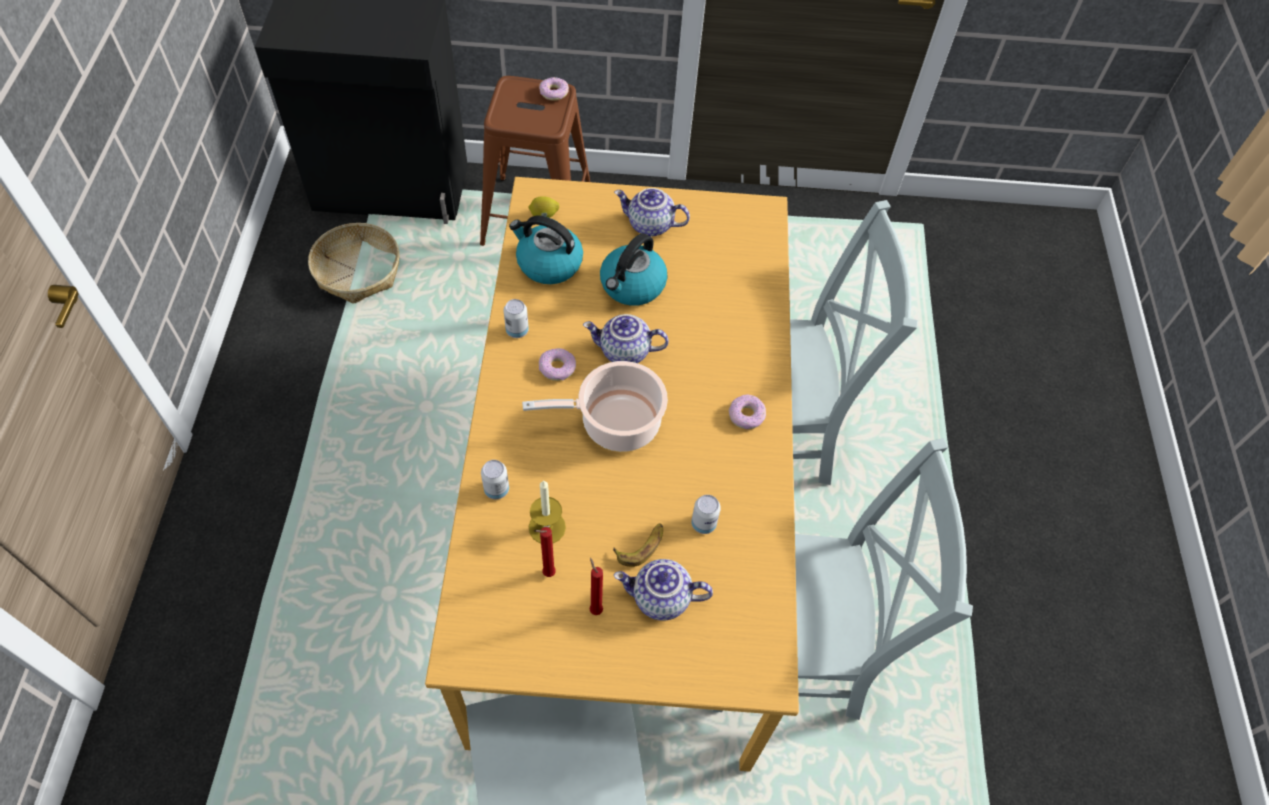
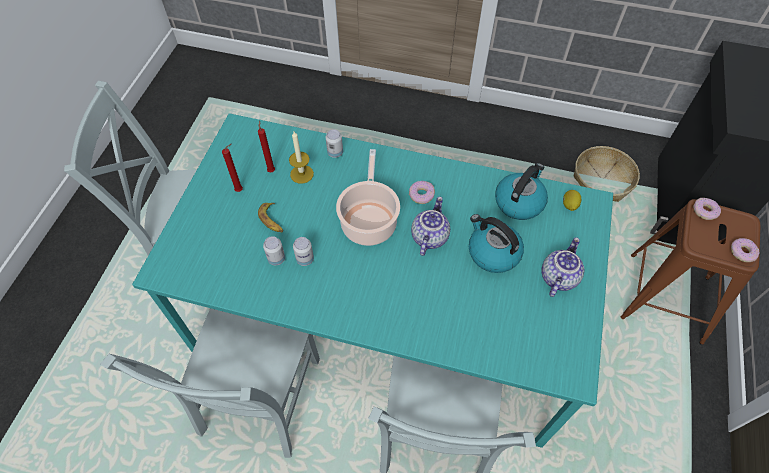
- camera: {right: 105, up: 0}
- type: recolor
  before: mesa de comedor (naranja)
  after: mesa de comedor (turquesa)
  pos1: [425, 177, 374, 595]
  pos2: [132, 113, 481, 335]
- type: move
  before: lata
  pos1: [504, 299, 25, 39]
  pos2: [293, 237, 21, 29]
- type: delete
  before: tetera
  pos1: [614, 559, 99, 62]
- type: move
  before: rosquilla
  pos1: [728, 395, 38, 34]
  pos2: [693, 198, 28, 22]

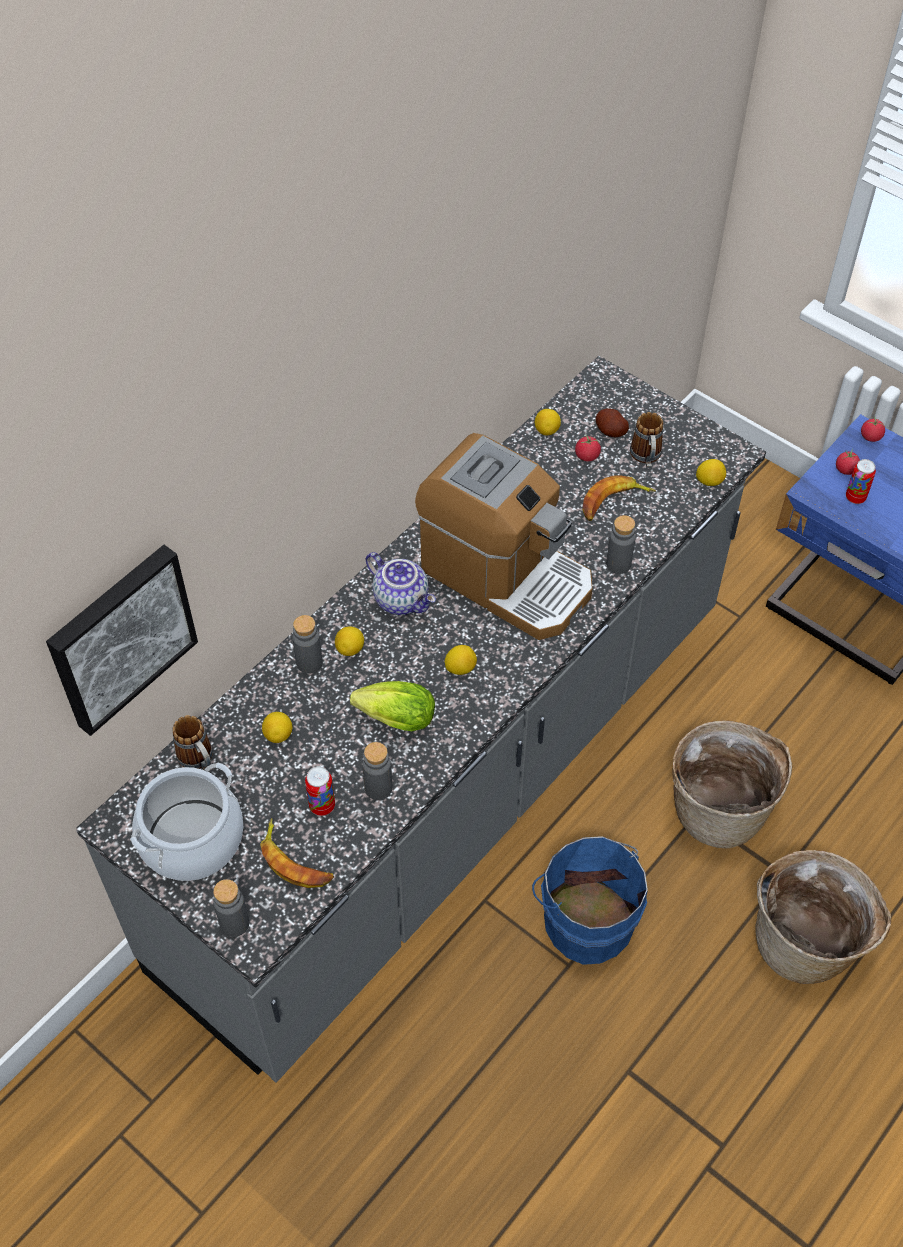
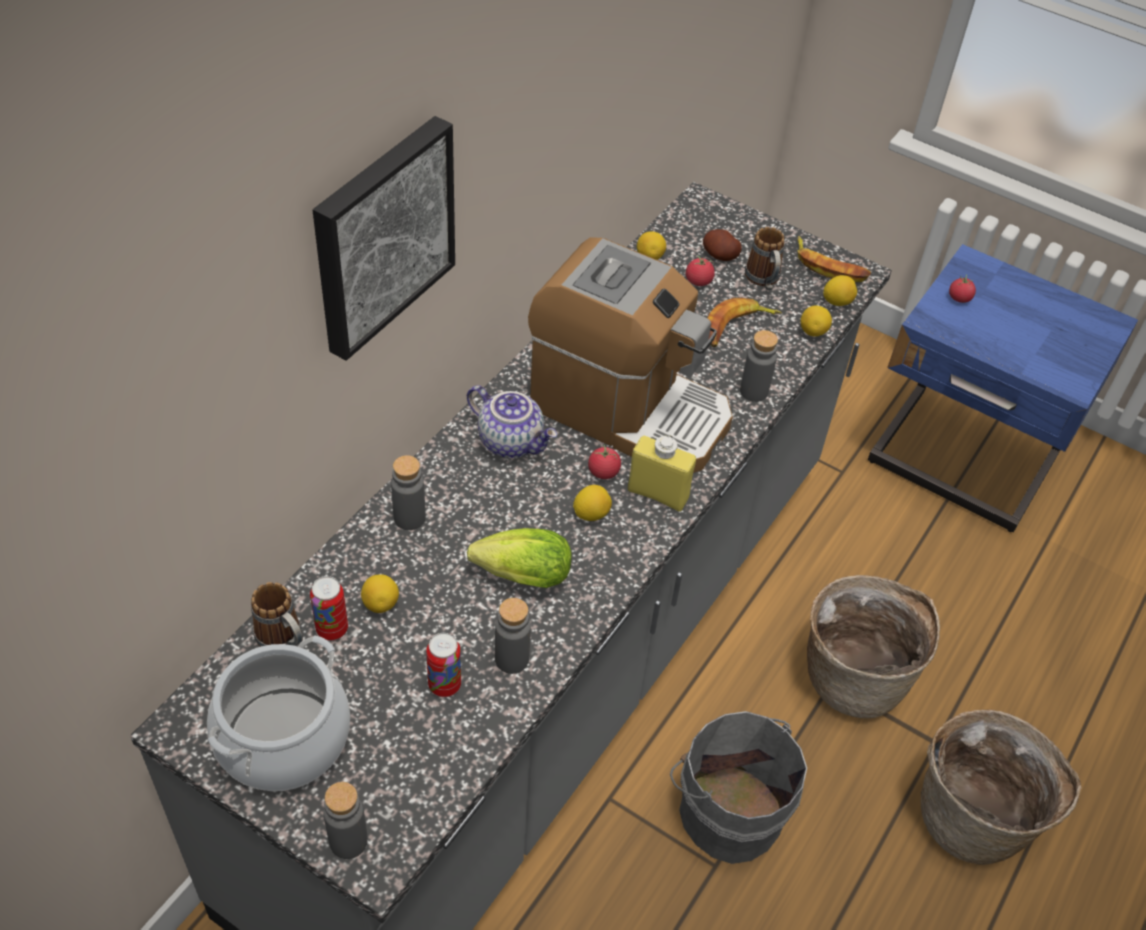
- camera: {right: -10, up: -5}
- type: move
  before: cuadro
  pos1: [46, 545, 152, 191]
  pos2: [313, 116, 142, 245]
- type: move
  before: plátano
  pos1: [260, 818, 74, 70]
  pos2: [798, 236, 73, 46]
- type: move
  before: limón
  pos1: [335, 626, 29, 30]
  pos2: [801, 305, 31, 31]
- type: recolor
  before: cubo (azul)
  after: cubo (gris)
  pos1: [532, 836, 116, 129]
  pos2: [670, 711, 137, 153]
- type: move
  before: lata
  pos1: [846, 459, 30, 45]
  pos2: [310, 576, 38, 65]
- type: move
  before: tomate
  pos1: [861, 417, 24, 25]
  pos2: [588, 445, 33, 34]
- type: insert
  after: botella (amarillo)
  pos2: [628, 436, 68, 76]

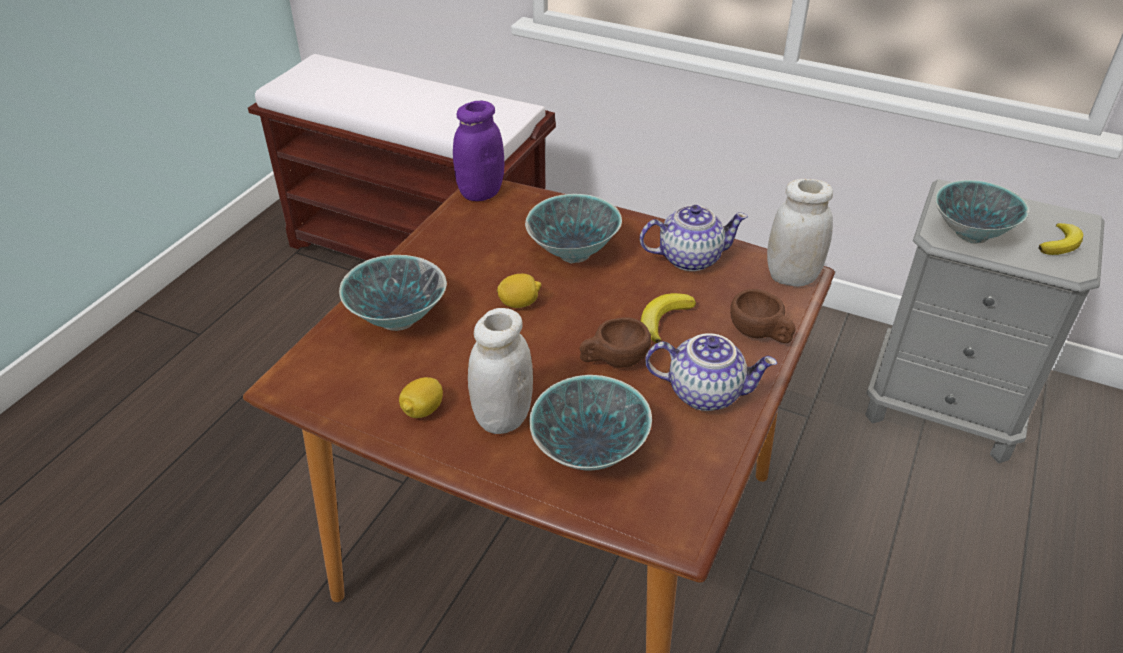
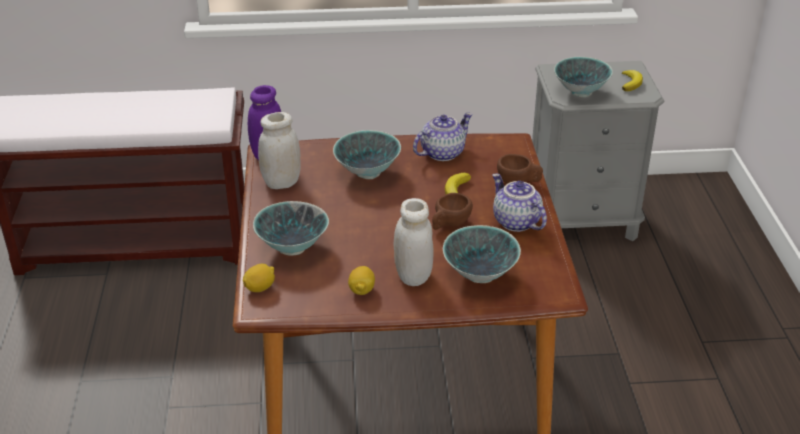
- camera: {right: -30, up: -5}
- type: move
  before: limón
  pos1: [497, 274, 44, 34]
  pos2: [243, 264, 32, 28]
- type: rotate
  before: tetera
  pos1: [645, 333, 132, 78]
  pos2: [492, 174, 55, 58]
  turn: -105
- type: move
  before: tarro (blanco)
  pos1: [767, 179, 66, 108]
  pos2: [258, 112, 43, 77]

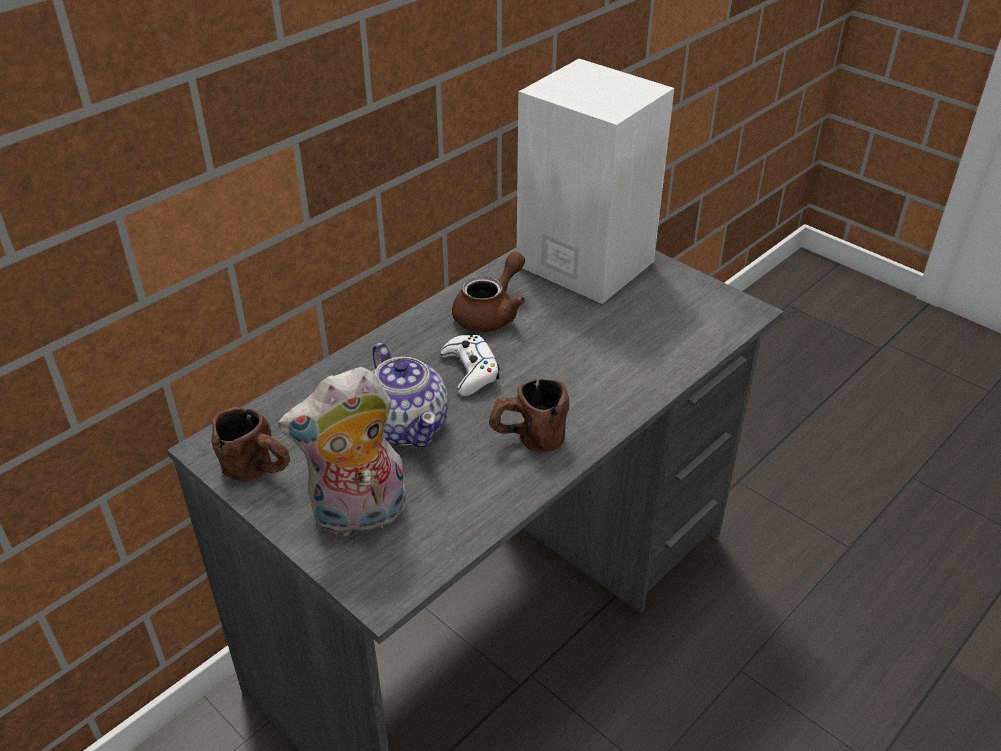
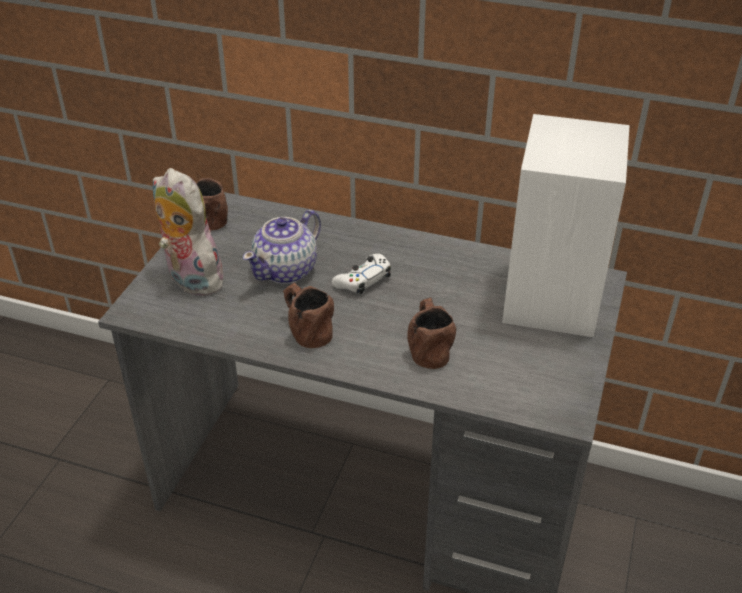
- camera: {right: 65, up: 0}
- type: delete
  before: tetera (marrón)
  pos1: [452, 251, 73, 81]
- type: insert
  after: taza grande (marrón)
  pos2: [407, 297, 49, 72]

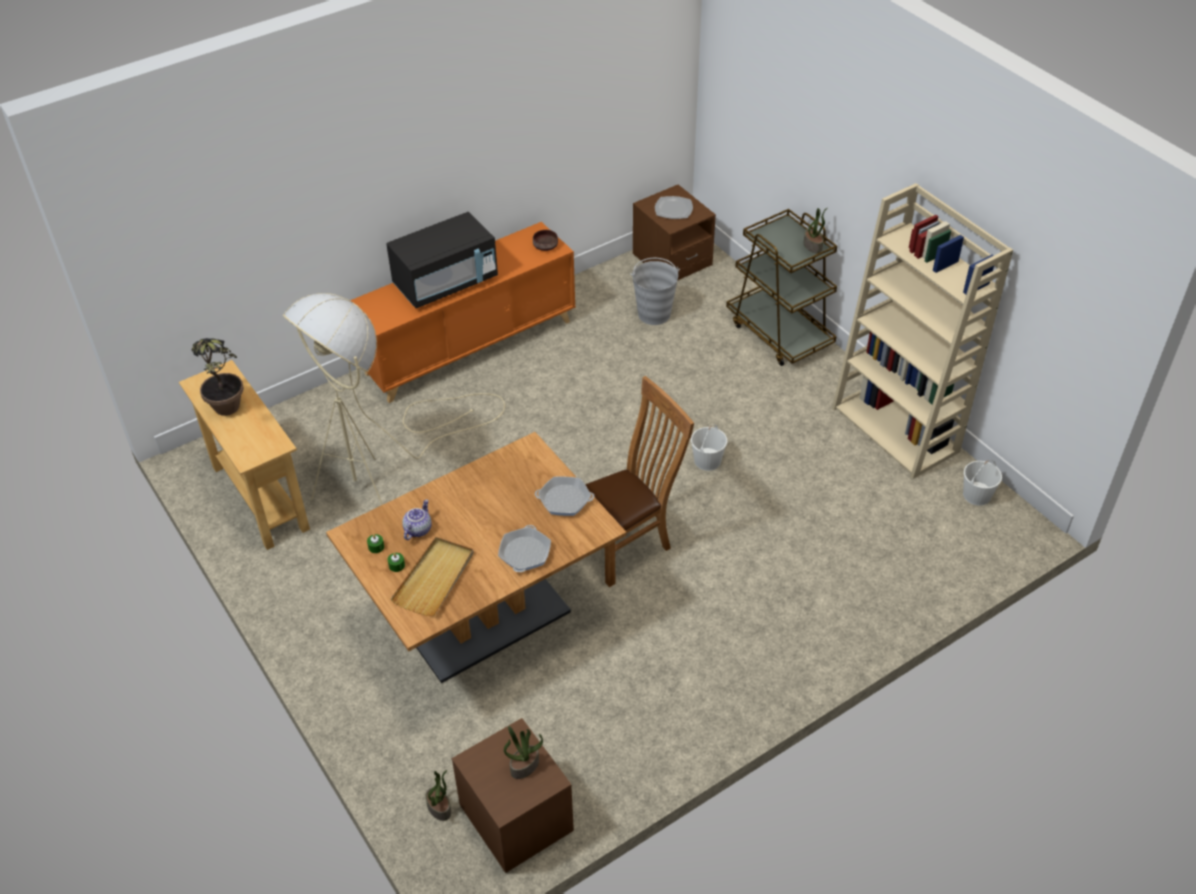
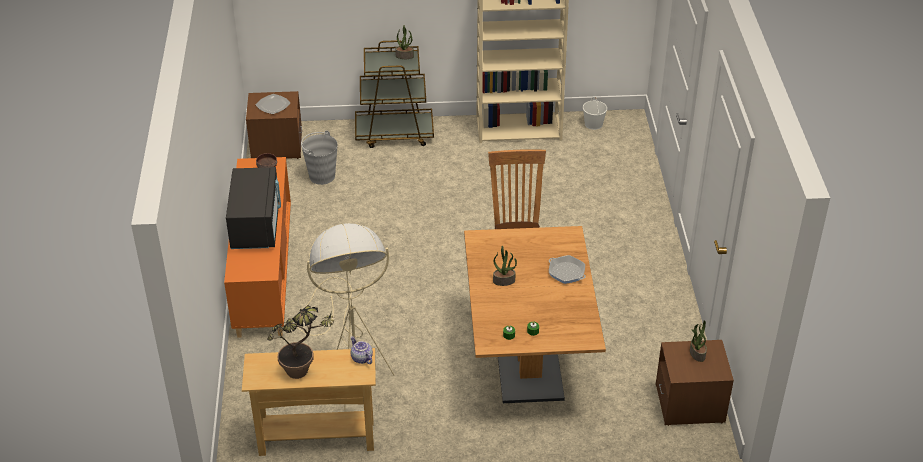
- camera: {right: -60, up: -5}
- type: delete
  before: bandeja (beis)
  pos1: [391, 537, 82, 79]
- type: move
  before: tetera
  pos1: [402, 499, 30, 41]
  pos2: [351, 336, 22, 28]
- type: move
  before: planta en maceta
  pos1: [426, 770, 25, 51]
  pos2: [493, 246, 24, 40]
- type: delete
  before: sartén
  pos1: [535, 476, 59, 40]
- type: delete
  before: cubo (blanco)
  pos1: [691, 425, 36, 46]

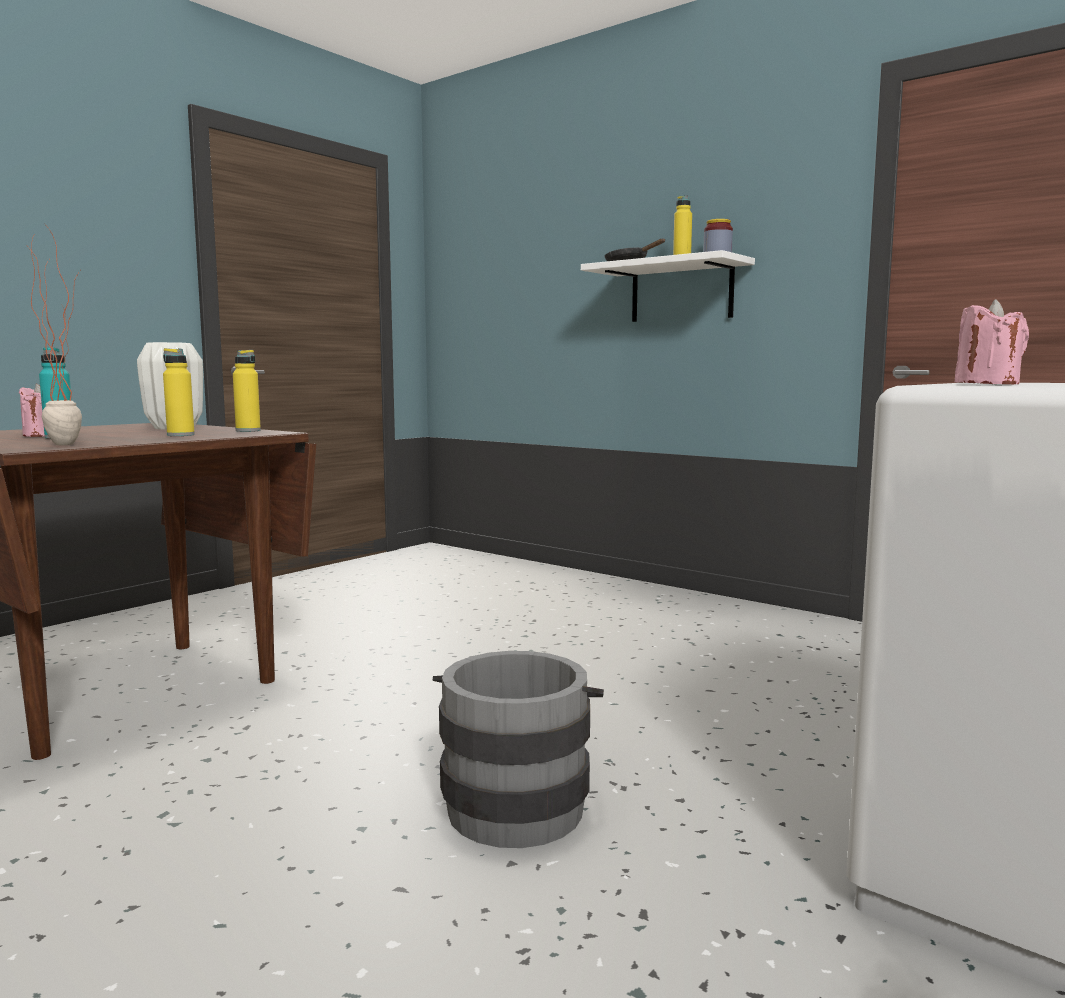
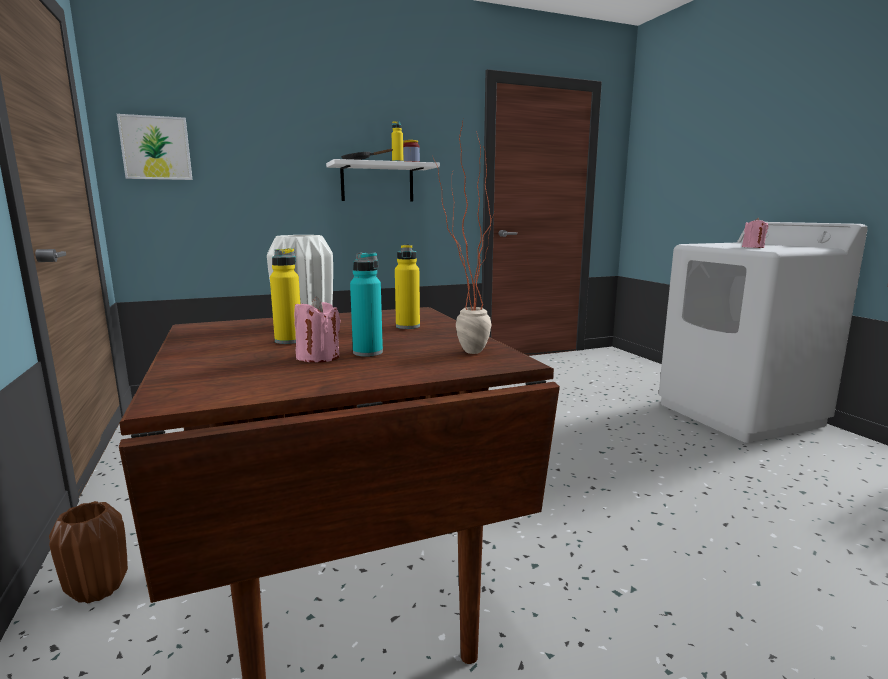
- camera: {right: -60, up: 5}
- type: move
  before: botella (amarillo)
  pos1: [233, 350, 28, 82]
  pos2: [270, 248, 30, 96]
- type: delete
  before: cubo (gris)
  pos1: [432, 651, 172, 197]
- type: insert
  after: florero (marrón)
  pos2: [49, 501, 79, 102]
- type: insert
  after: cuadro
  pos2: [117, 114, 75, 66]

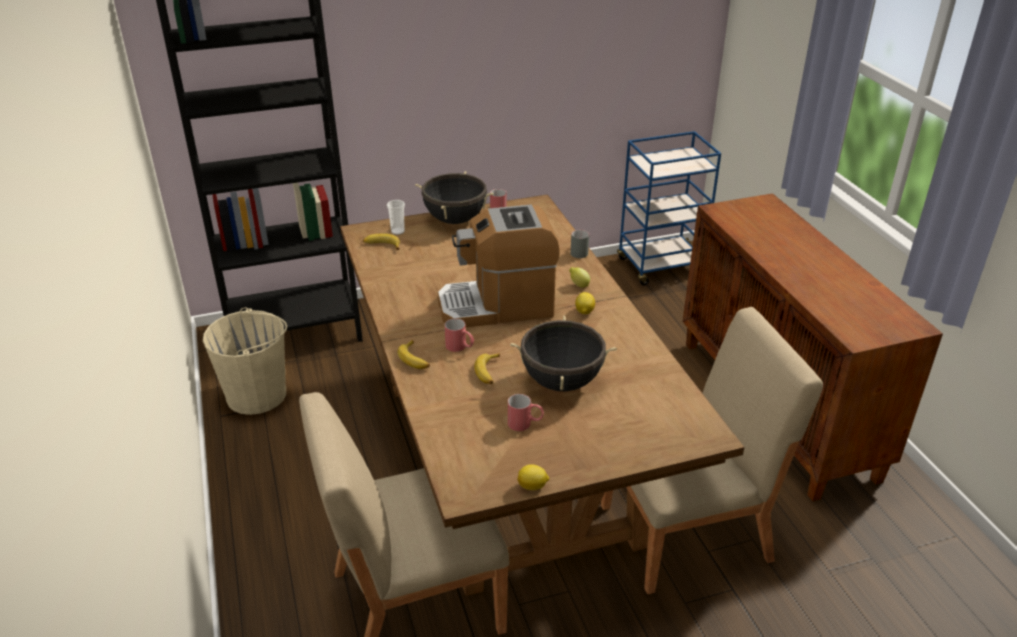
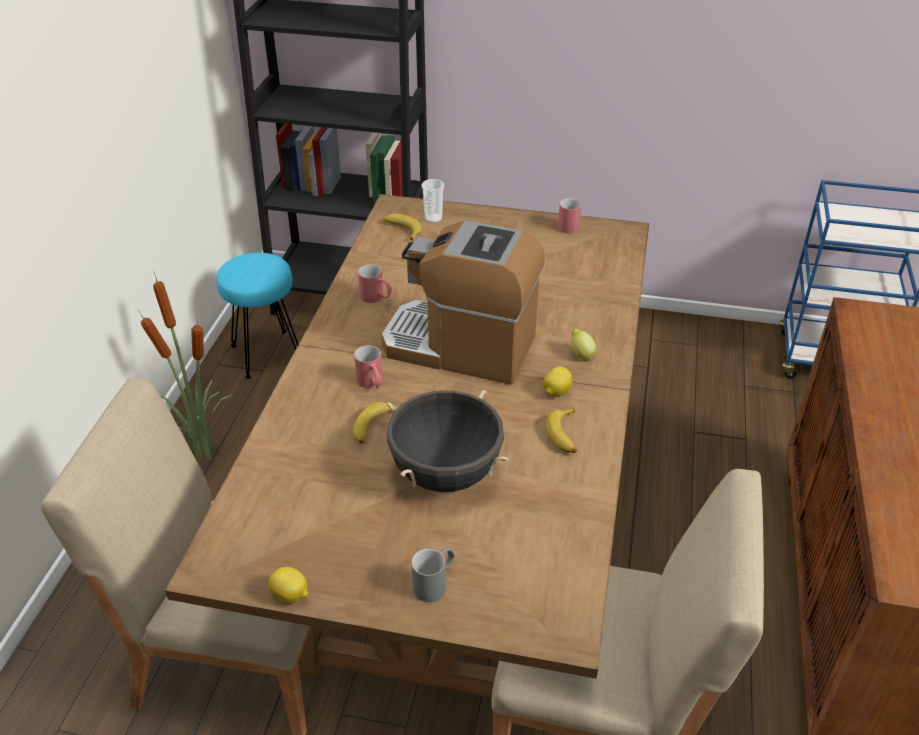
- camera: {right: 30, up: 5}
- type: replace
  before: cubo (beis)
  after: taburete (turquesa)
  pos1: [203, 307, 84, 108]
  pos2: [216, 253, 83, 126]
- type: move
  before: plátano
  pos1: [397, 340, 33, 29]
  pos2: [546, 407, 31, 46]
- type: delete
  before: olla (negro)
  pos1: [415, 171, 79, 53]
- type: move
  before: taza grande (rojo)
  pos1: [508, 394, 36, 37]
  pos2: [358, 265, 34, 38]
- type: move
  before: taza grande (gris)
  pos1: [571, 229, 18, 29]
  pos2: [411, 548, 44, 54]
- type: insert
  after: planta en maceta
  pos2: [138, 269, 94, 192]

